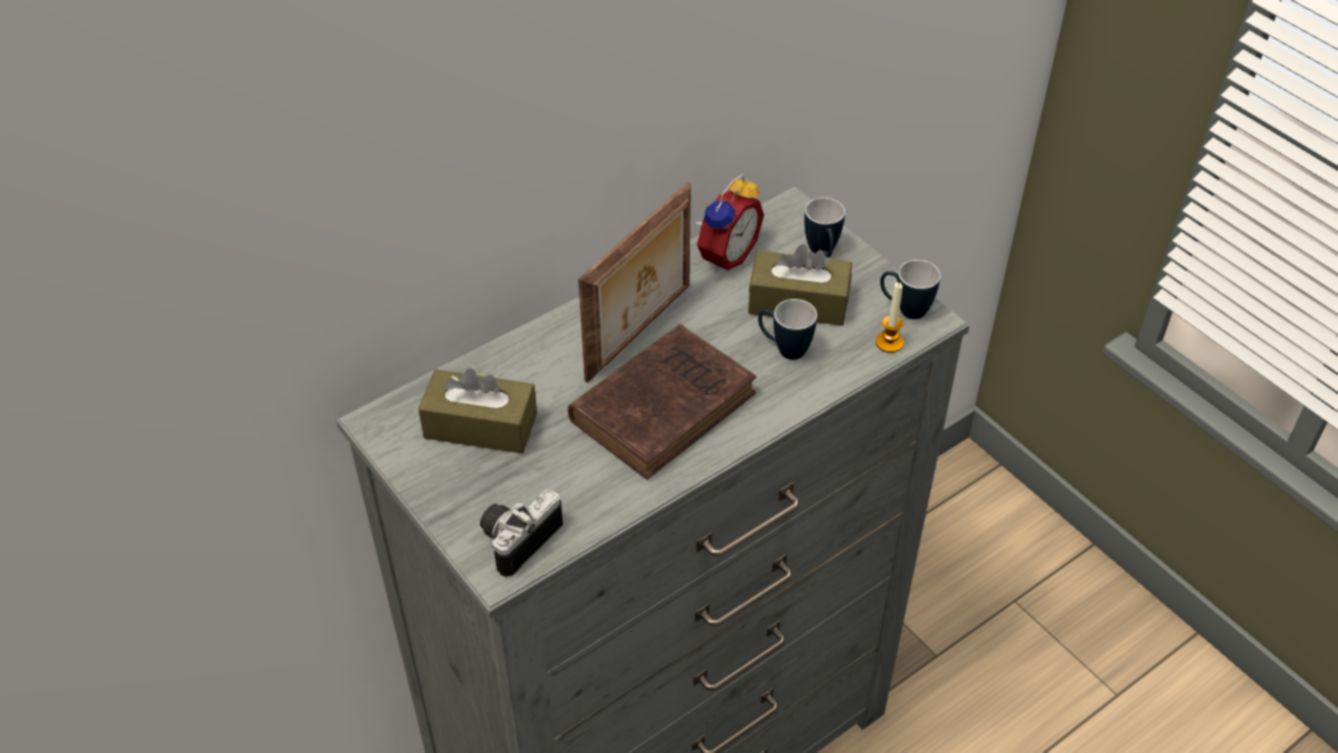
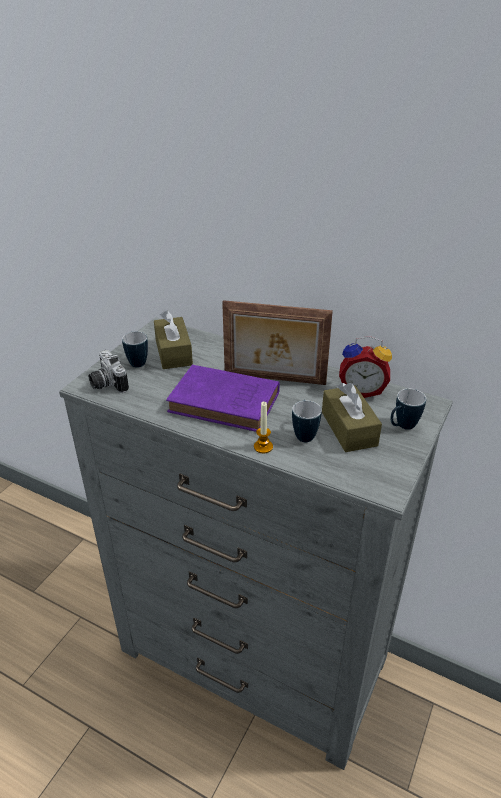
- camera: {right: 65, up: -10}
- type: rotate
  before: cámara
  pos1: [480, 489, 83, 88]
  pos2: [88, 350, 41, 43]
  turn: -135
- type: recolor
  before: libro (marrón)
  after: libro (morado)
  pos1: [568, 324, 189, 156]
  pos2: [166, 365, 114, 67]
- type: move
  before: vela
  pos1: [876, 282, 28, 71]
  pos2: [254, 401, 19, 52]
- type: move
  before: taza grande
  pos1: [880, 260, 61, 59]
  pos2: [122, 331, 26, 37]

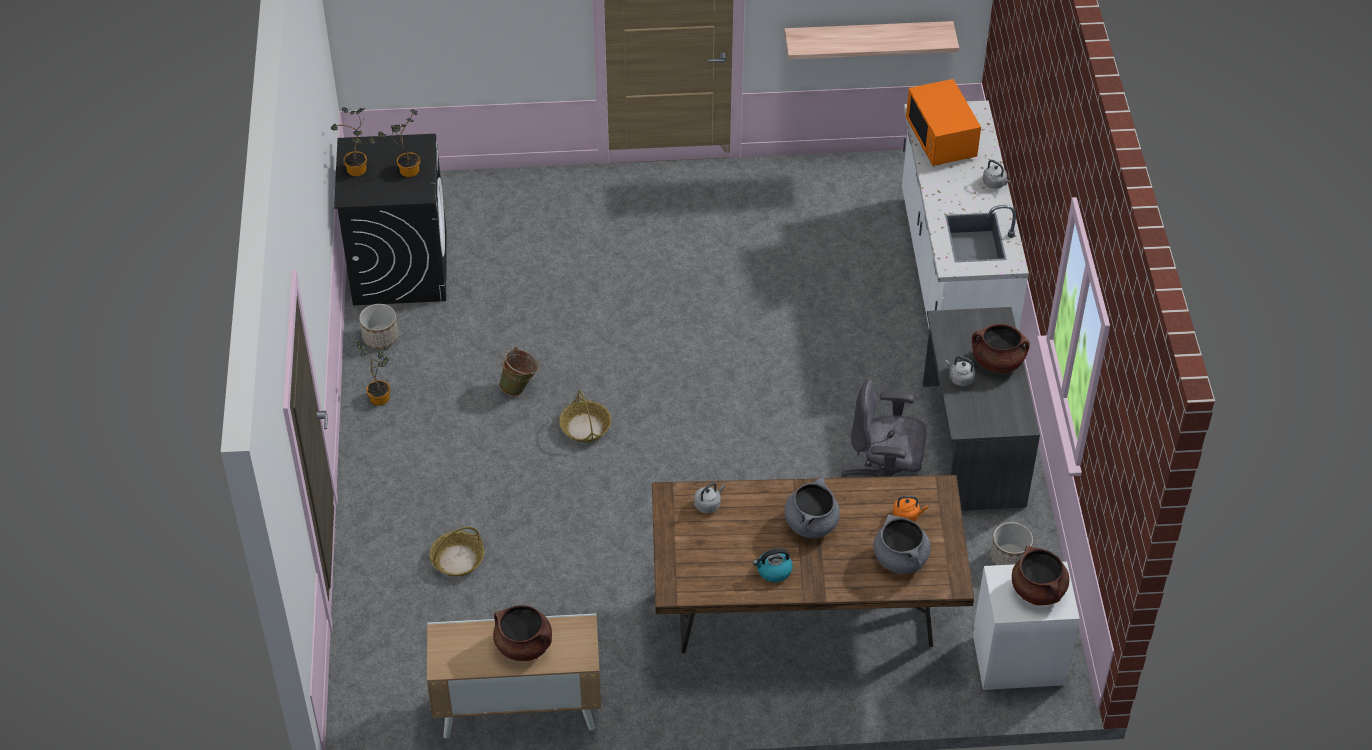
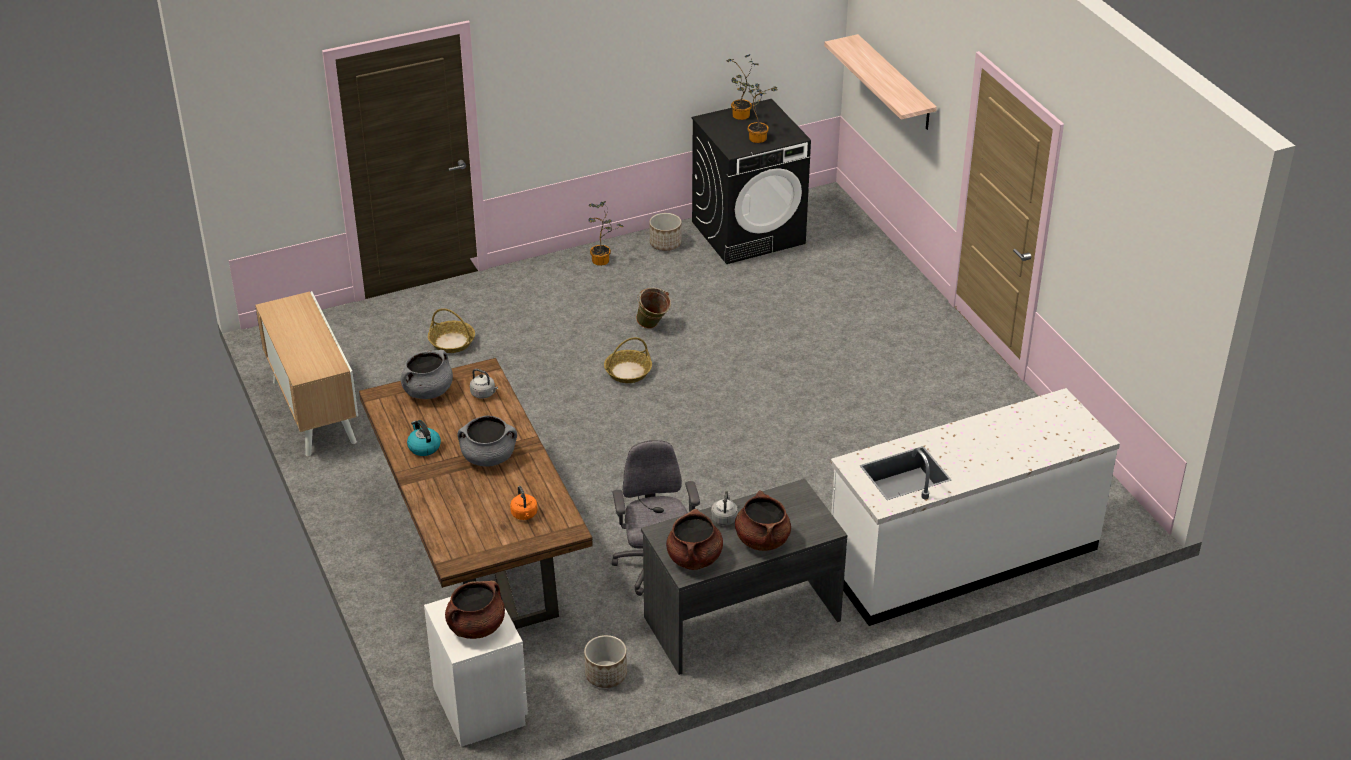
- camera: {right: 70, up: -10}
- type: move
  before: olla (marrón)
  pos1: [493, 605, 59, 56]
  pos2: [666, 509, 57, 61]
- type: move
  before: estante
  pos1: [784, 21, 175, 38]
  pos2: [824, 34, 113, 96]
- type: move
  before: olla (gris)
  pos1: [874, 515, 57, 59]
  pos2: [401, 350, 52, 49]
- type: delete
  before: microondas (naranja)
  pos1: [906, 79, 75, 87]
- type: delete
  before: hervidor (gris)
  pos1: [983, 160, 27, 29]

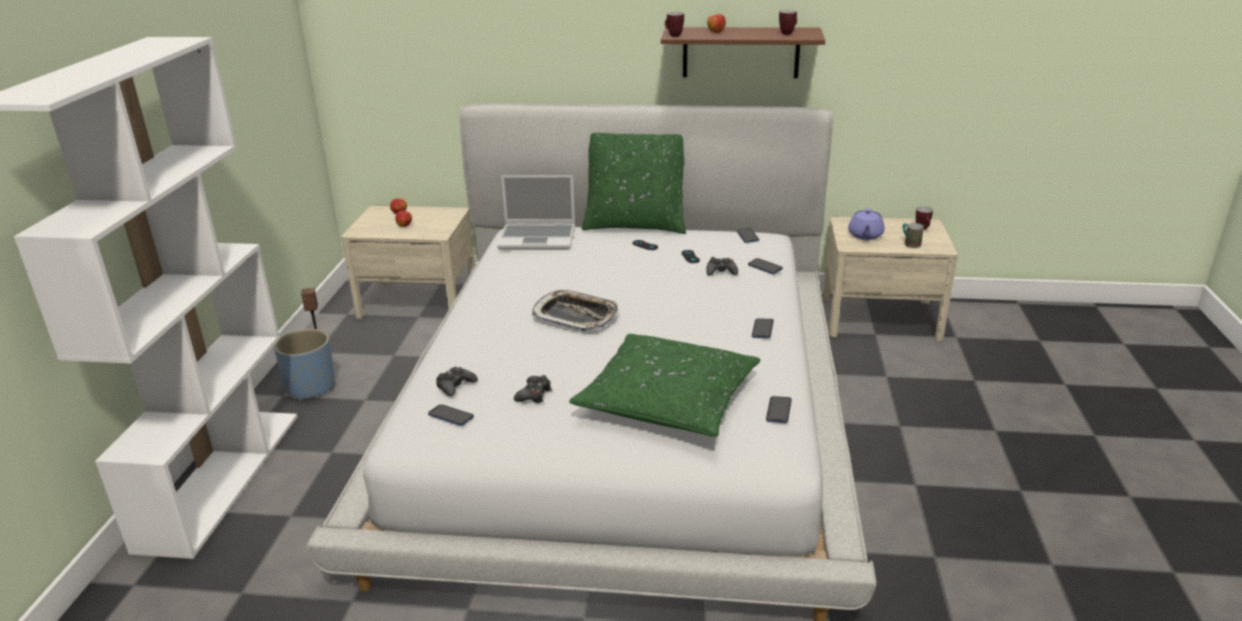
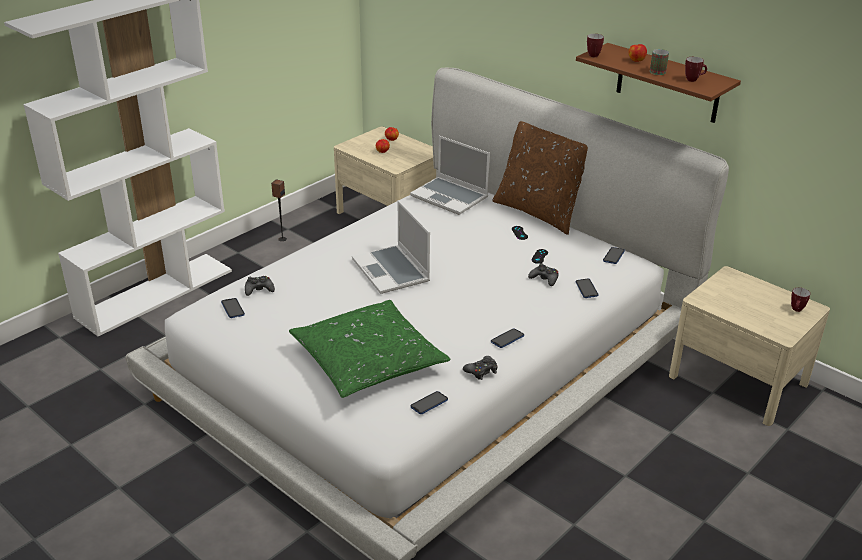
- camera: {right: 35, up: 5}
- type: delete
  before: maceta (azul)
  pos1: [274, 329, 61, 71]
- type: move
  before: mando de consola (negro)
  pos1: [514, 375, 38, 28]
  pos2: [463, 356, 34, 24]
- type: replace
  before: bandeja
  after: portátil
  pos1: [532, 290, 86, 42]
  pos2: [352, 200, 78, 94]
- type: recolor
  before: cojín (verde)
  after: cojín (marrón)
  pos1: [582, 133, 104, 101]
  pos2: [492, 121, 96, 114]
- type: delete
  before: tetera (morado)
  pos1: [848, 209, 37, 31]
- type: move
  before: taza grande
  pos1: [902, 223, 22, 25]
  pos2: [650, 49, 19, 26]

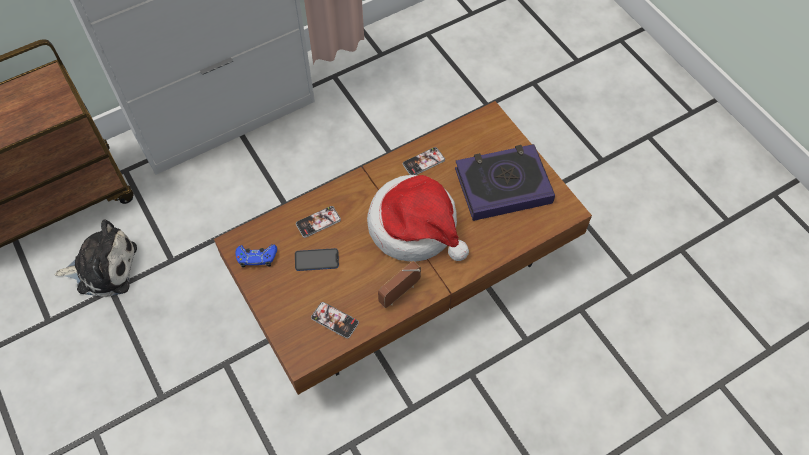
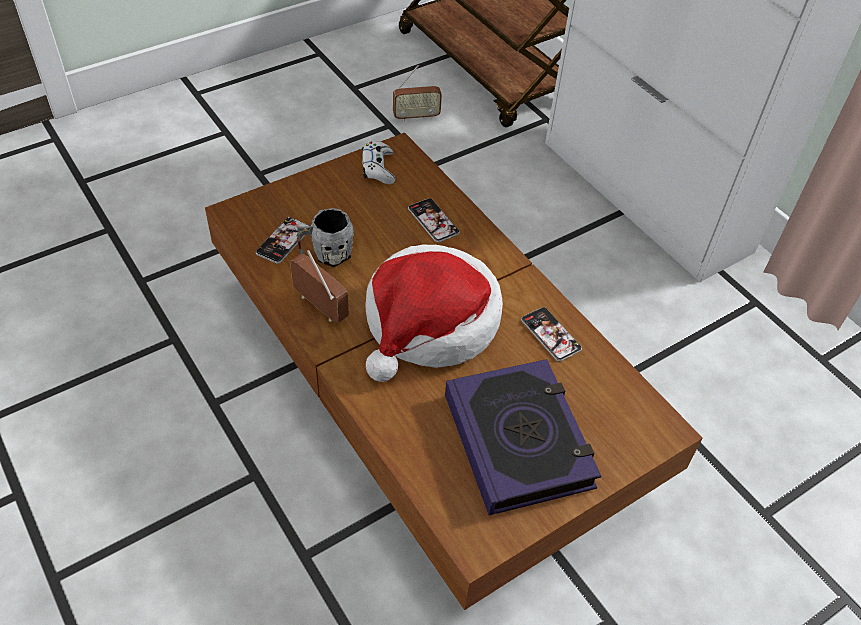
- camera: {right: 85, up: -10}
- type: replace
  before: peluche
  after: radio
  pos1: [55, 220, 82, 77]
  pos2: [393, 65, 49, 57]
- type: recolor
  before: mando de consola (azul)
  after: mando de consola (blanco)
  pos1: [235, 244, 42, 24]
  pos2: [362, 142, 34, 42]
- type: delete
  before: móvil
  pos1: [295, 248, 44, 23]
- type: insert
  after: taza grande (gris)
  pos2: [296, 208, 58, 59]

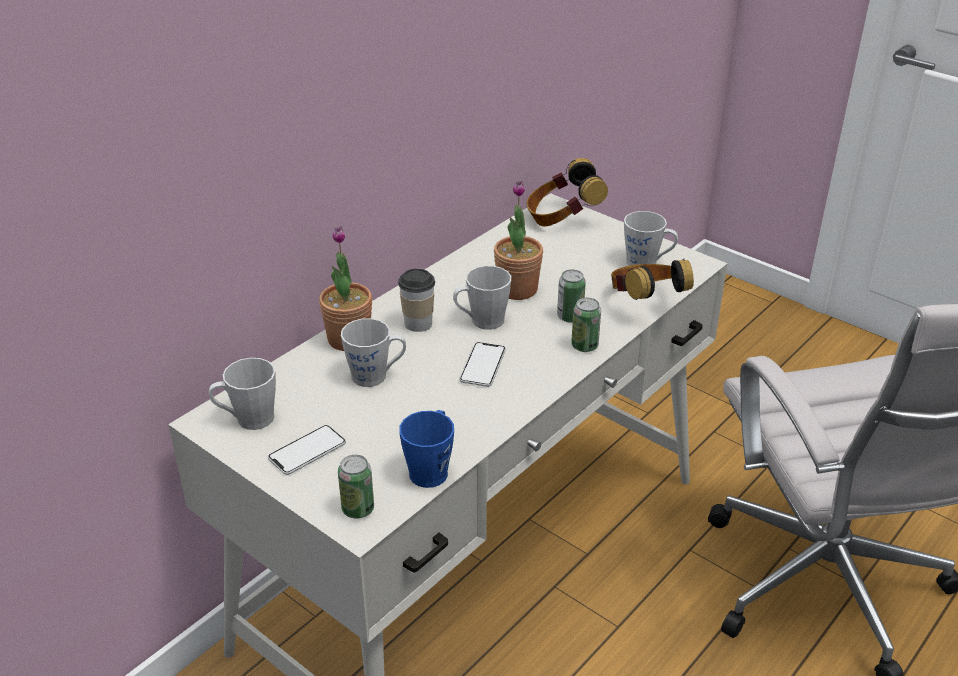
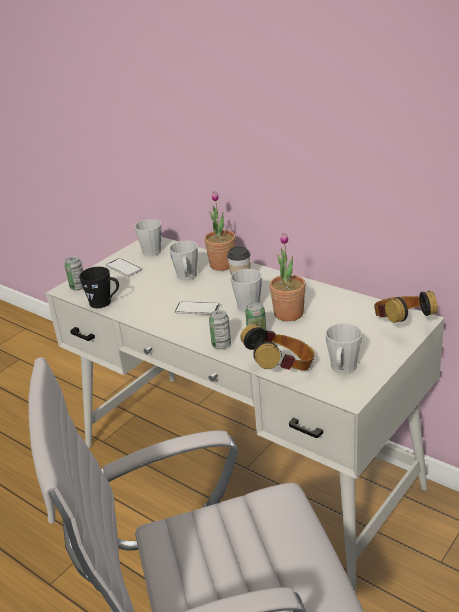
- camera: {right: 90, up: -5}
- type: recolor
  before: taza grande (azul)
  after: taza grande (negro)
  pos1: [399, 410, 55, 78]
  pos2: [79, 267, 40, 41]

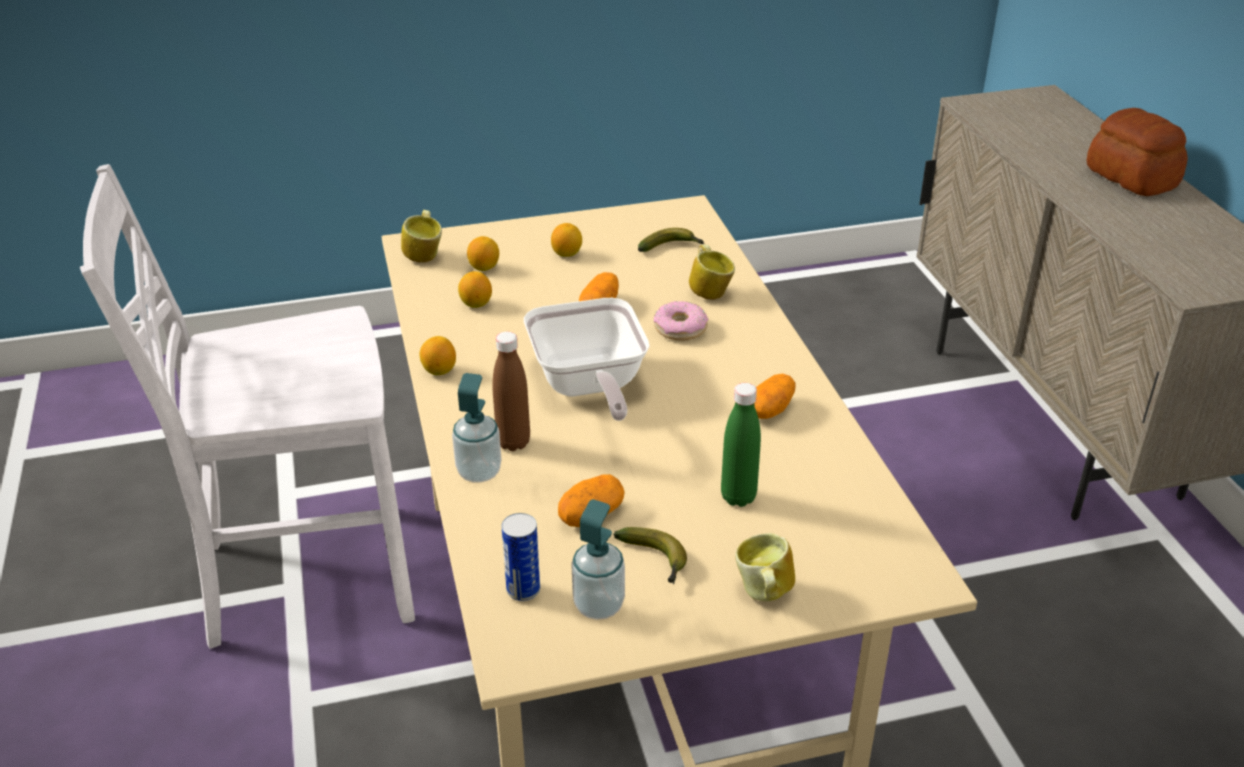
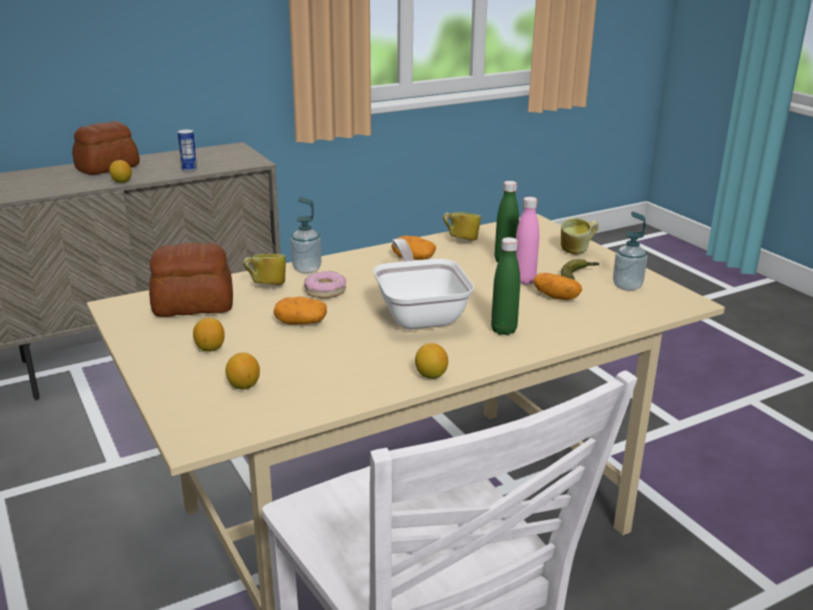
- camera: {right: -105, up: -10}
- type: move
  before: taza grande
  pos1: [401, 210, 41, 53]
  pos2: [443, 212, 38, 29]
- type: move
  before: dispensador de jabón
  pos1: [452, 373, 50, 110]
  pos2: [290, 197, 31, 77]
- type: move
  before: limón
  pos1: [458, 271, 34, 37]
  pos2: [109, 160, 23, 23]
- type: recolor
  before: botella (marrón)
  after: botella (verde)
  pos1: [492, 332, 38, 119]
  pos2: [491, 237, 29, 98]
- type: move
  before: lata
  pos1: [501, 513, 39, 88]
  pos2: [178, 129, 19, 43]
- type: rotate
  before: sartén
  pos1: [524, 298, 126, 123]
  pos2: [373, 238, 102, 92]
  turn: -75
- type: replace
  before: plátano
  after: pan
  pos1: [638, 228, 67, 24]
  pos2: [149, 243, 84, 74]
- type: insert
  after: botella (rosa)
  pos2: [516, 197, 23, 88]

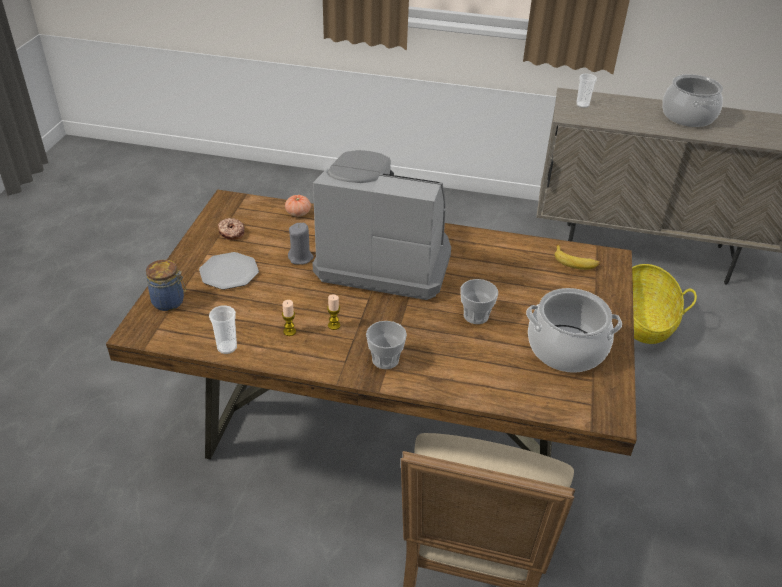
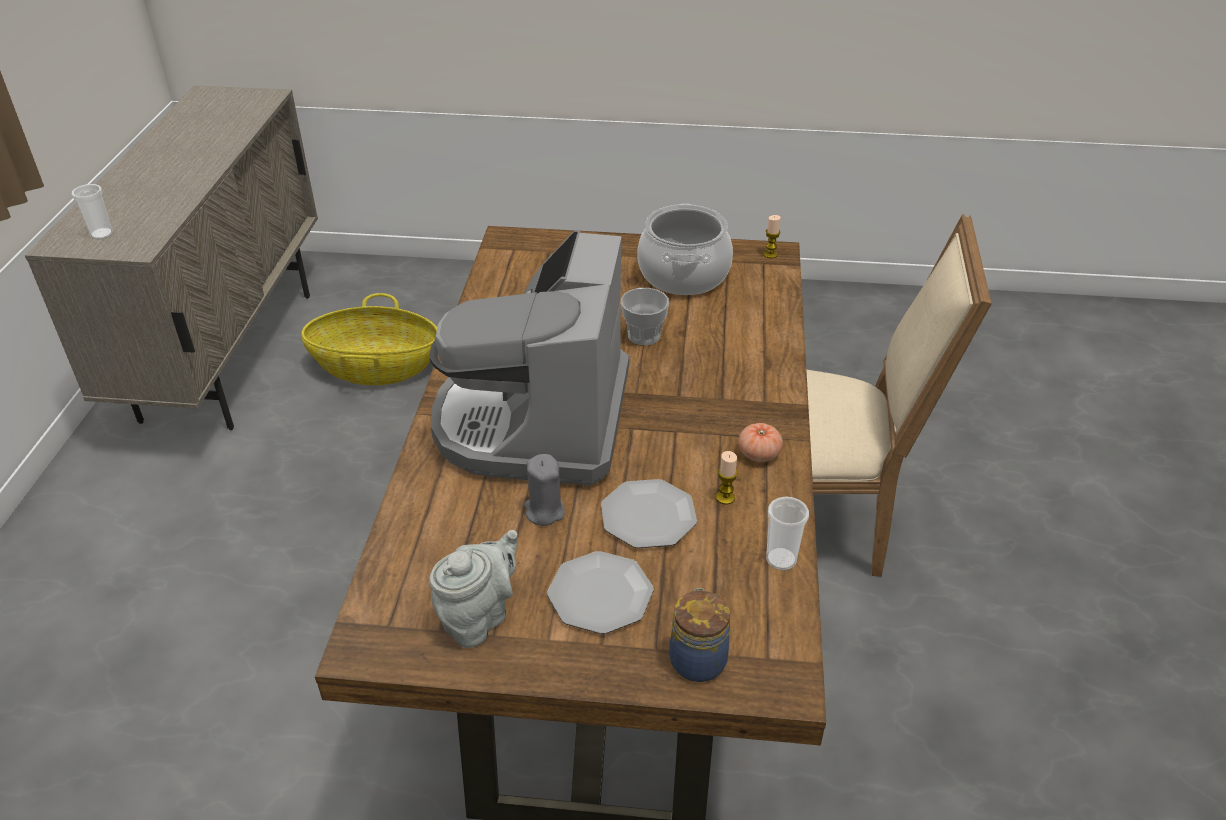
- camera: {right: -95, up: 0}
- type: replace
  before: rosquilla
  after: tetera (gris)
  pos1: [218, 218, 26, 22]
  pos2: [429, 530, 89, 118]
- type: move
  before: tomate
  pos1: [285, 195, 26, 22]
  pos2: [738, 423, 45, 39]
- type: move
  before: vela
  pos1: [327, 294, 13, 36]
  pos2: [763, 215, 18, 43]
- type: delete
  before: taza
  pos1: [366, 321, 41, 48]
- type: delete
  before: plátano
  pos1: [554, 245, 46, 25]
- type: delete
  before: olla
  pos1: [662, 74, 61, 53]
- type: insert
  after: plato
  pos2: [601, 479, 96, 69]

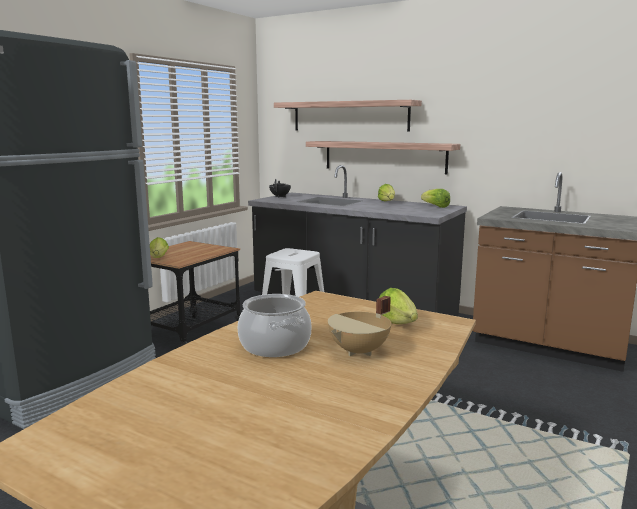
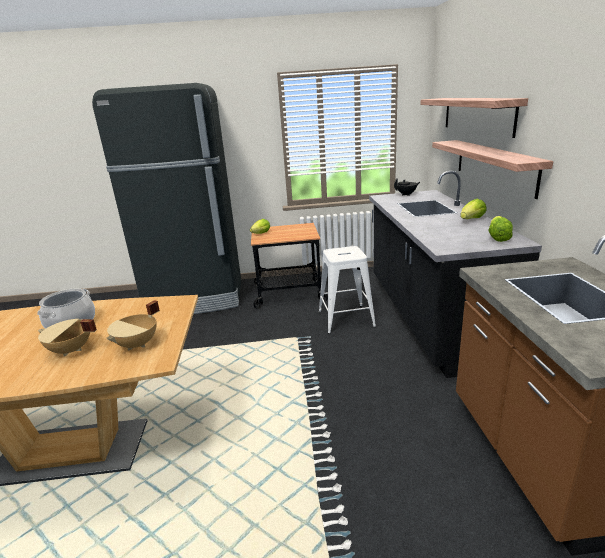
- camera: {right: 55, up: 10}
- type: replace
  before: lechuga
  after: olla (beis)
  pos1: [379, 288, 39, 36]
  pos2: [106, 300, 54, 50]

